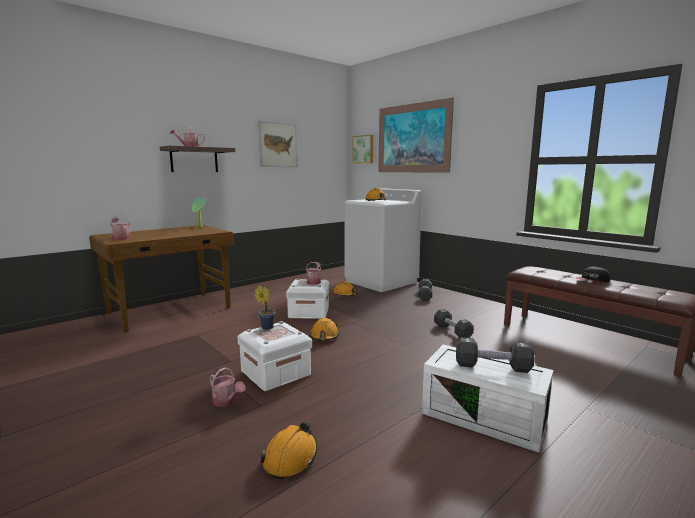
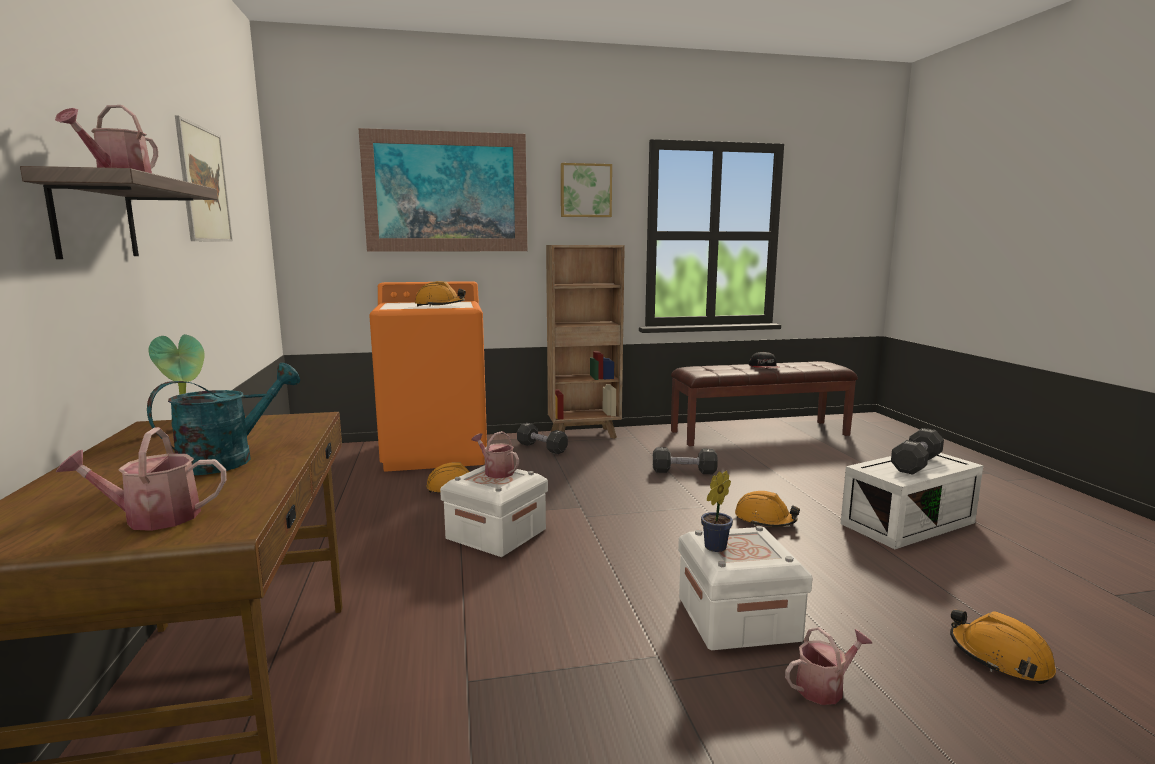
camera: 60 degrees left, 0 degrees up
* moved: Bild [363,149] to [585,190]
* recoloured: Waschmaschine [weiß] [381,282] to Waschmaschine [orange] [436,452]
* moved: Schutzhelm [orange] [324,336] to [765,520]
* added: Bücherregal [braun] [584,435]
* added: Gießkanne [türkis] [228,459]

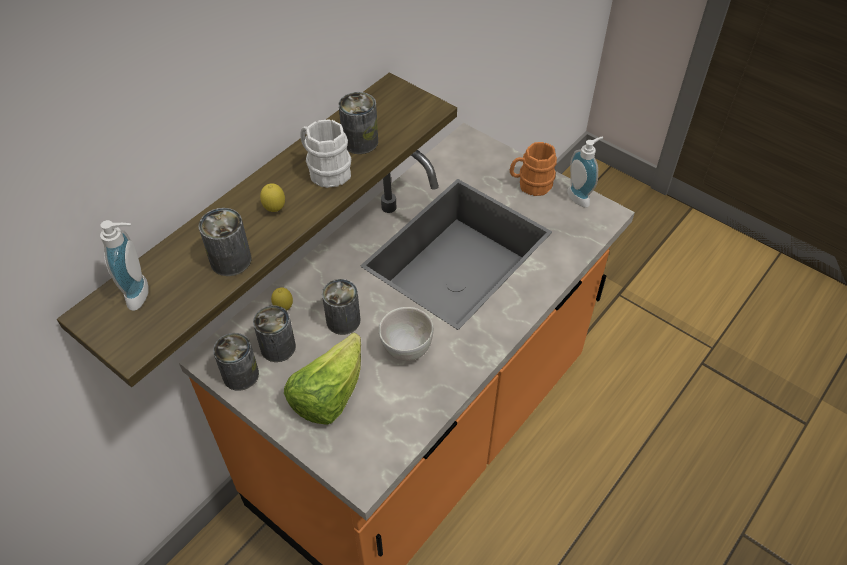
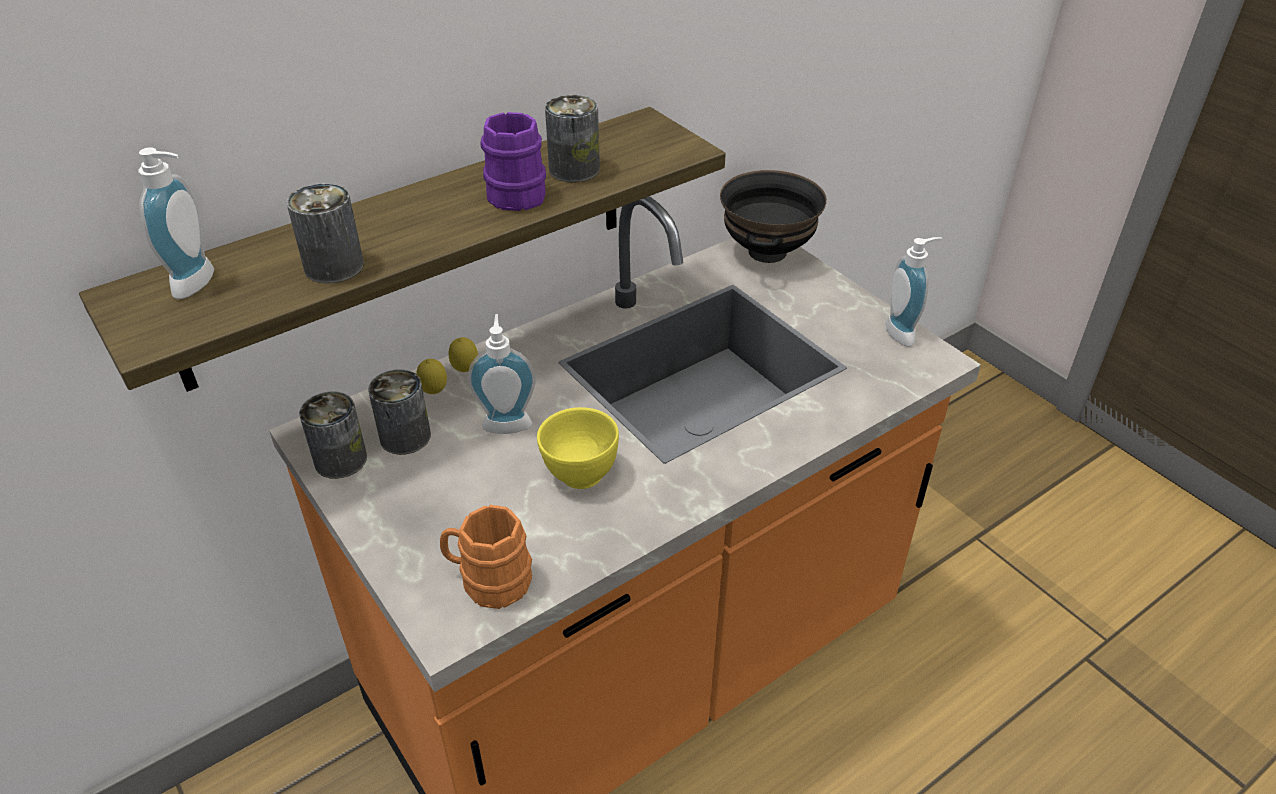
camera: 15 degrees right, 10 degrees down
* recoloured: Henkelbecher [weiß] [325,170] to Henkelbecher [lila] [511,192]
* moved: Henkelbecher [orange] [530,184] to [488,581]
* moved: Zitrone [275,210] to [465,371]
* replaced: Dose [343,320] to Seifenspender [507,421]
* recoloured: Schüssel [weiß] [406,350] to Schüssel [gelb] [579,474]
* removed: Salatkopf [329,395]
* added: Schüssel [schwarz] [766,252]

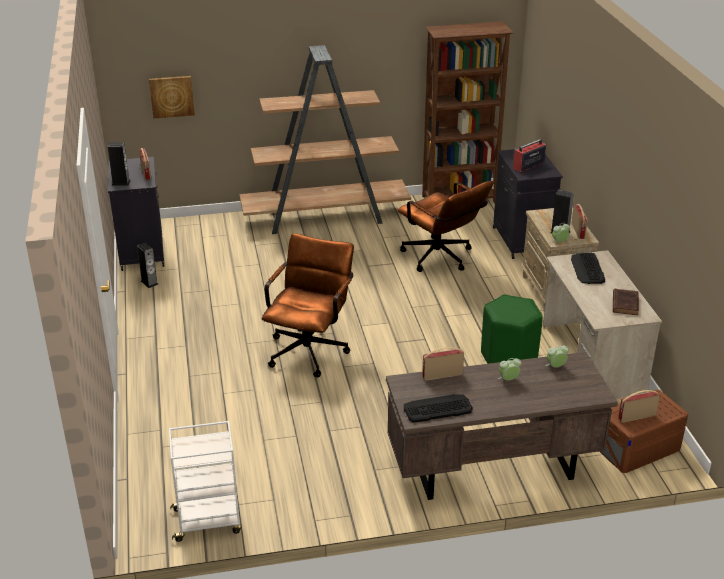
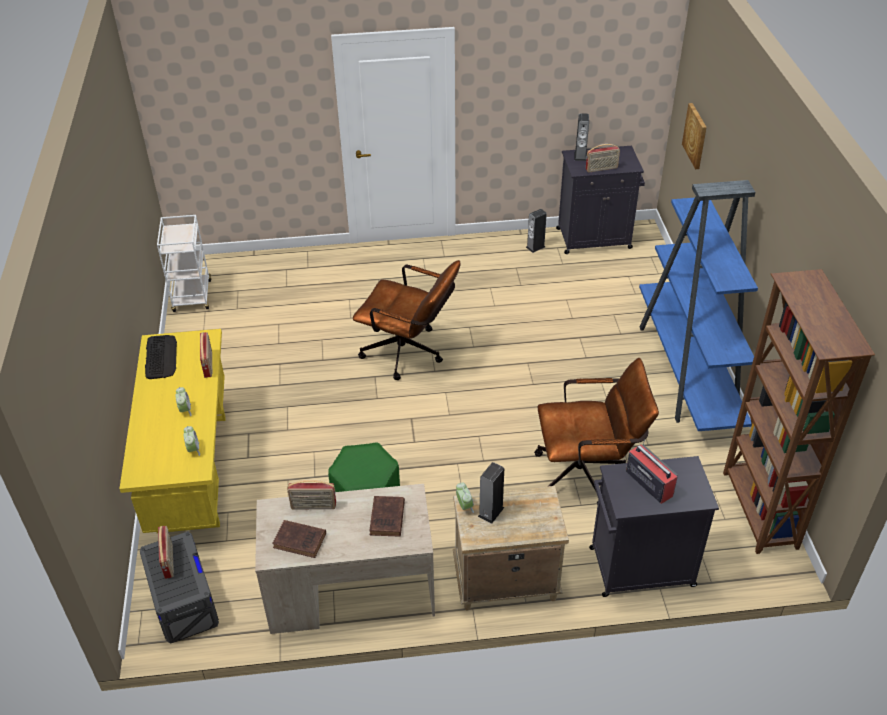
camera: 95 degrees right, 10 degrees up
* recoloured: Bücherregal [braun] [325,217] to Bücherregal [blau] [687,371]
* turned: Bürostuhl [braun] [441,259] = [588,473] 150 degrees counterclockwise
* moved: Radio [578,231] to [313,506]
* replaced: Tastatur [587,269] to Buch [braun] [387,519]
* recoloured: Schreibtisch [braun] [491,469] to Schreibtisch [gelb] [192,471]
* recoloured: Aufbewahrungsbox [braun] [637,448] to Aufbewahrungsbox [grau] [183,601]

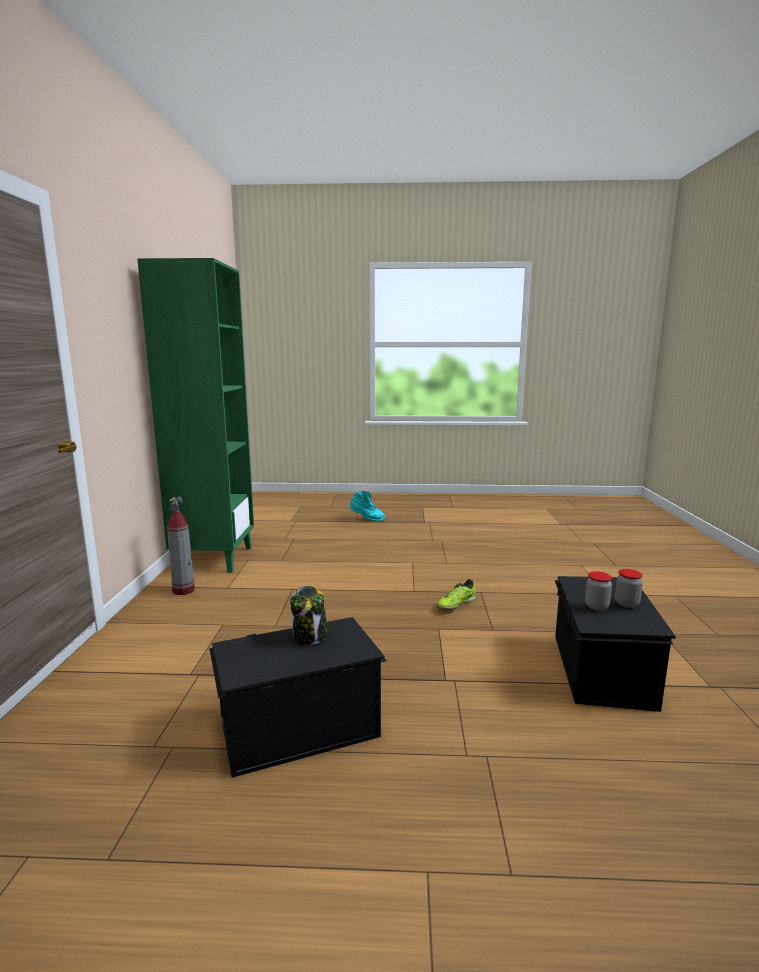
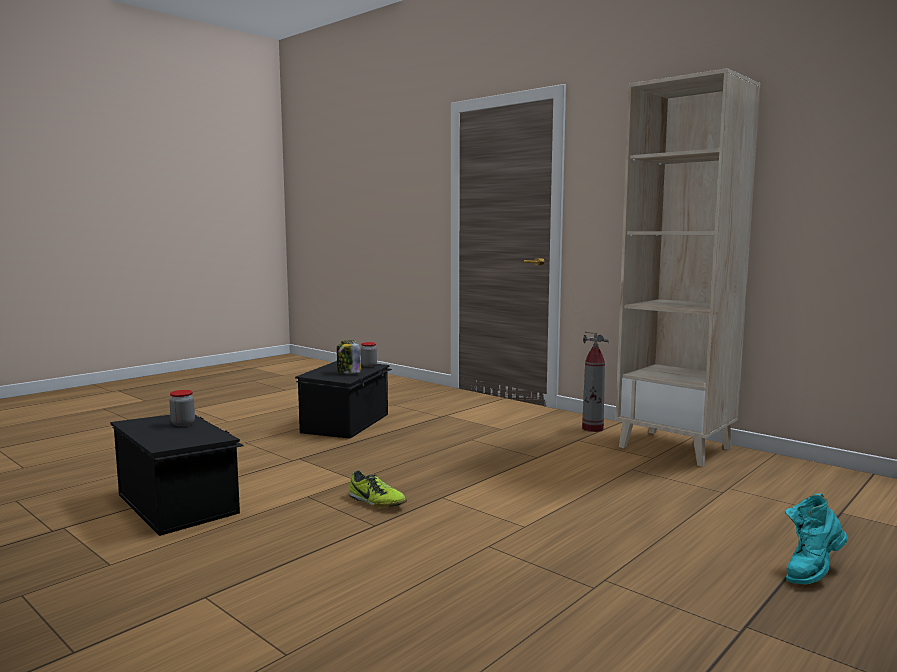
camera: 130 degrees right, 5 degrees down
* recoloured: Bücherregal [grün] [214,558] to Bücherregal [beige] [676,447]
* moved: Vorratsglas [626,603] to [369,365]
* turned: Schuh [456,604] = [376,502] 135 degrees clockwise

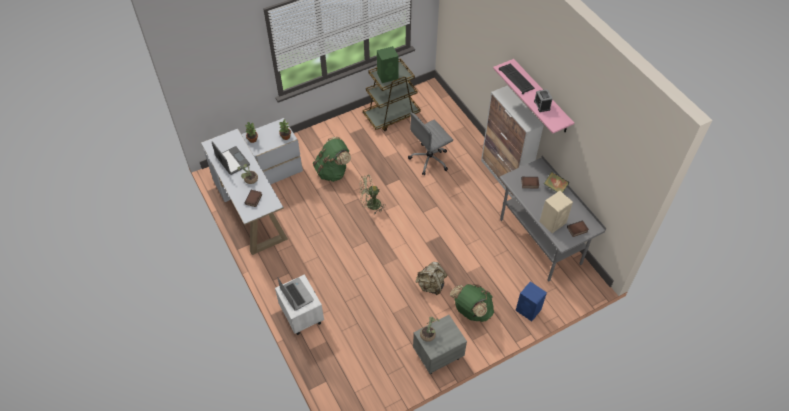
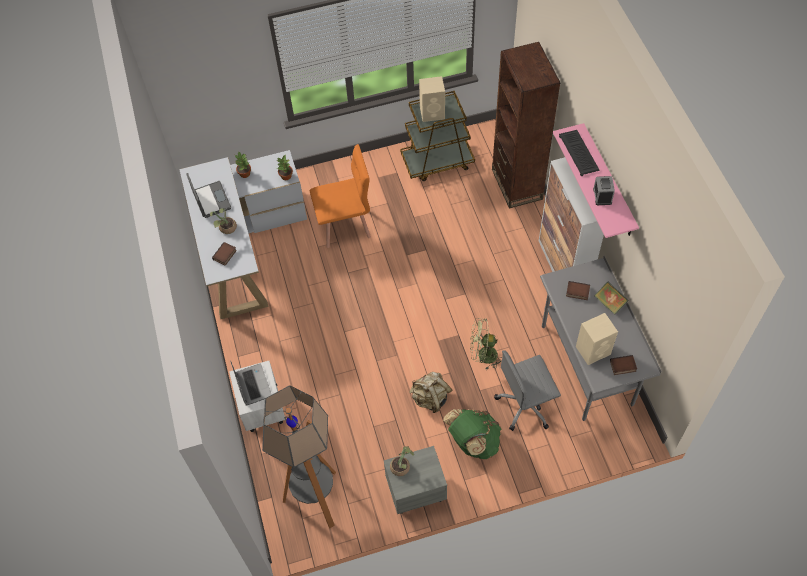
camera: 15 degrees right, 5 degrees up
* recoloured: Lautsprecher [grün] [388,76] to Lautsprecher [beige] [433,113]
* moved: Bürostuhl [grau] [430,159] to [526,405]
* replaced: Rucksack [grün] [333,171] to Stuhl [orange] [344,226]
* moved: Ventilator [grün] [370,205] to [483,356]
* removed: Lautsprecher [blau] [528,310]
* added: Bücherregal [braun] [516,184]
* added: Stehlampe [316,498]

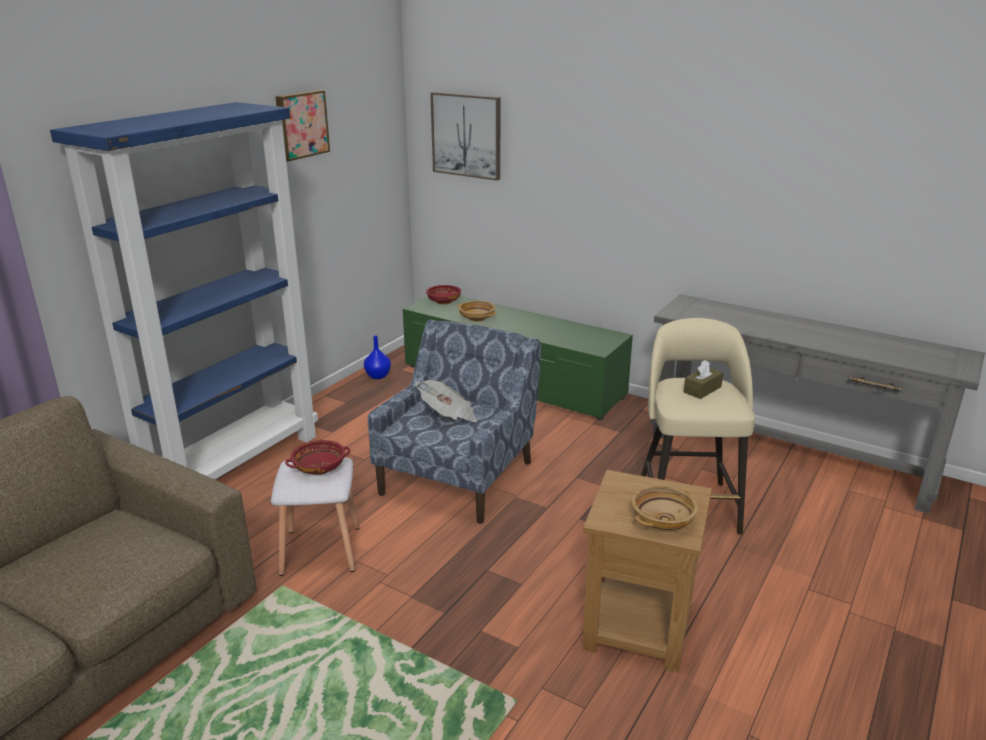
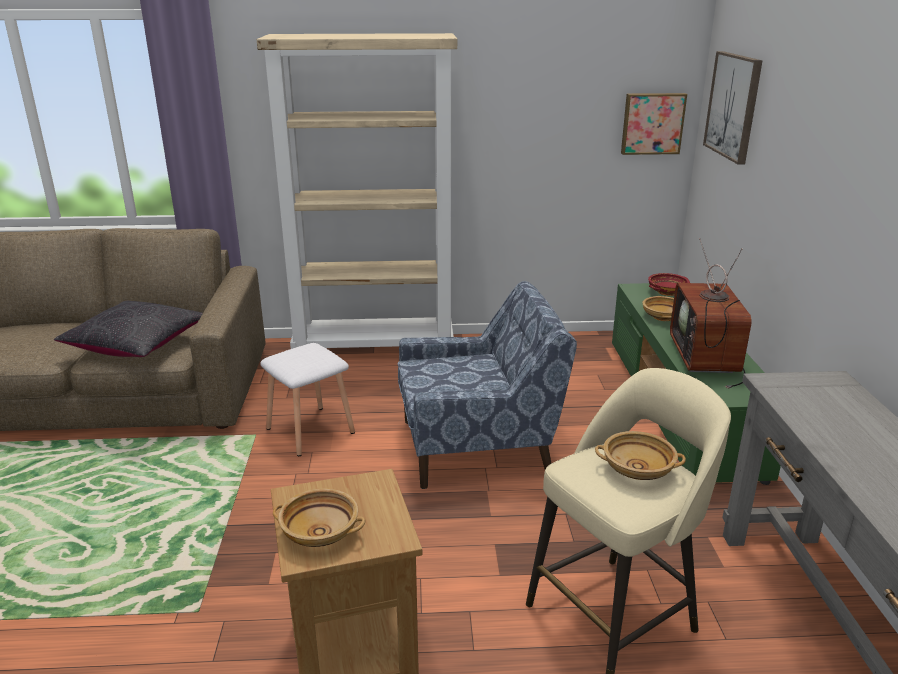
camera: 55 degrees right, 0 degrees up
* moved: Bild [301,124] to [652,123]
* recoloured: Bücherregal [blau] [234,465] to Bücherregal [beige] [375,350]
* removed: Vase [blau] [378,376]
* replaced: Taschentuchbox [braun] [702,389] to Schüssel [beige] [637,470]
* removed: Zeitung [448,416]
* removed: Schüssel [rot] [319,467]
* added: Fernseher [707,359]
* added: Kissen [schwarz] [136,344]

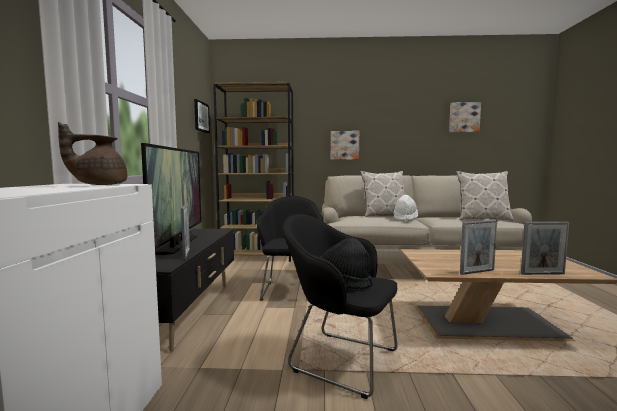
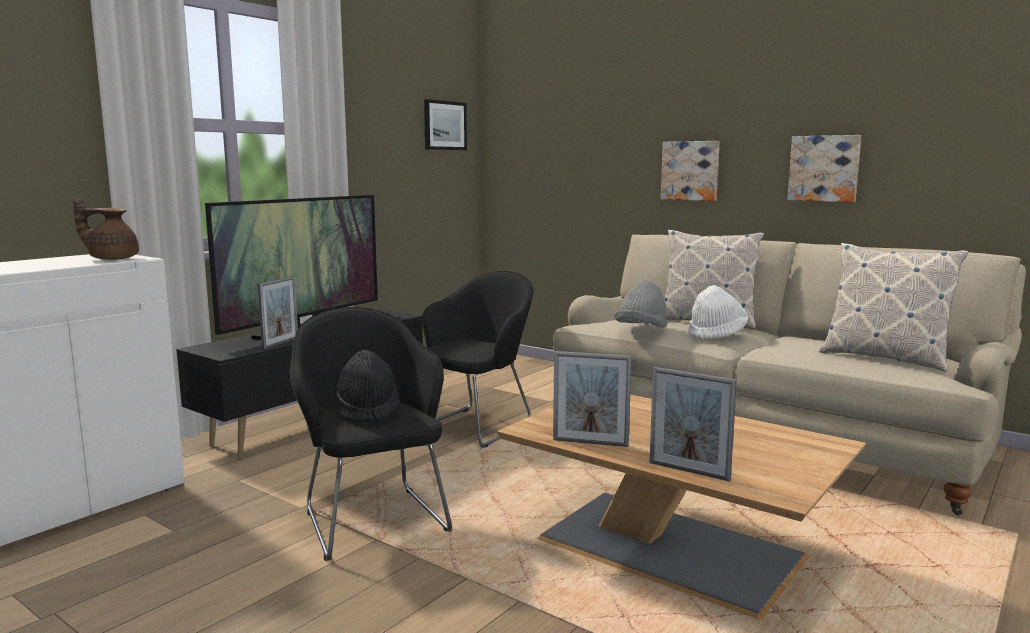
camera: 35 degrees right, 5 degrees up
* removed: Bücherregal [braun] [258,256]
* moved: Bild [464,117] to [824,168]
* added: Hut [grau] [641,330]

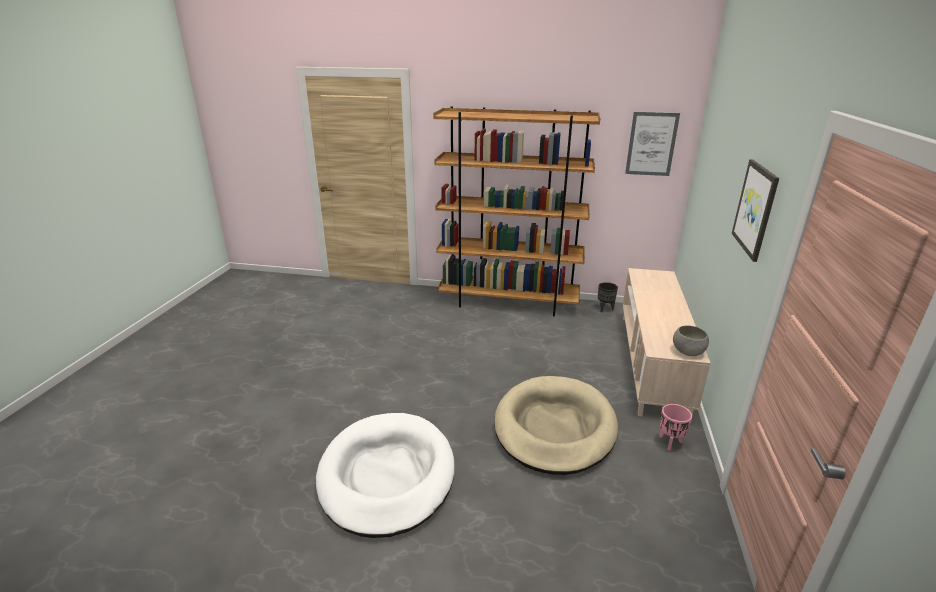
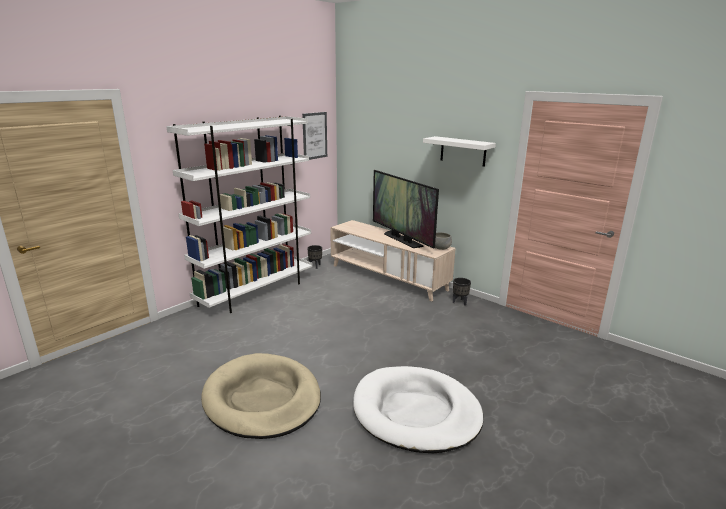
camera: 60 degrees left, 5 degrees down
* recoloured: Bücherregal [braun] [508,303] to Bücherregal [weiß] [256,292]
* replaced: Bild [756,209] to Wandregal [weiß] [463,151]
* moved: Hundebett [beige] [554,428] to [262,399]
* recoloured: Pflanzkübel [rosa] [670,442] to Pflanzkübel [schwarz] [460,302]
* added: Fernseher [402,240]

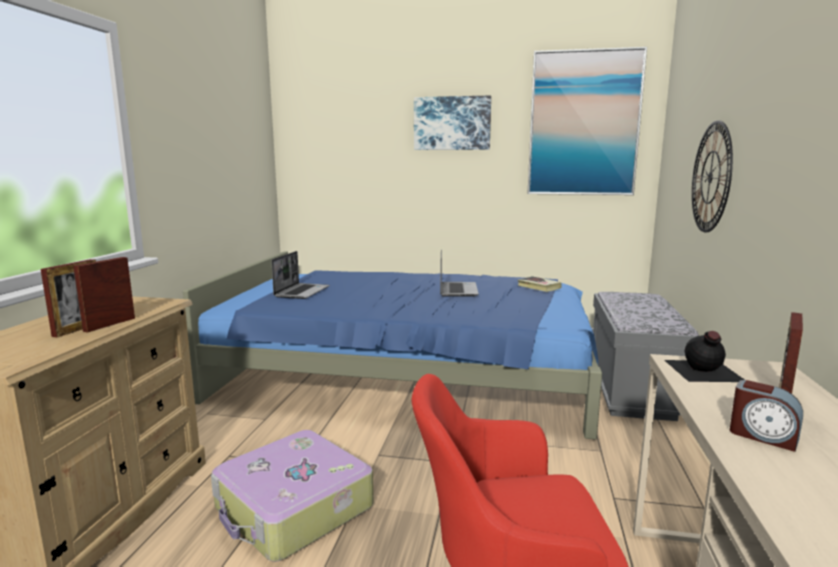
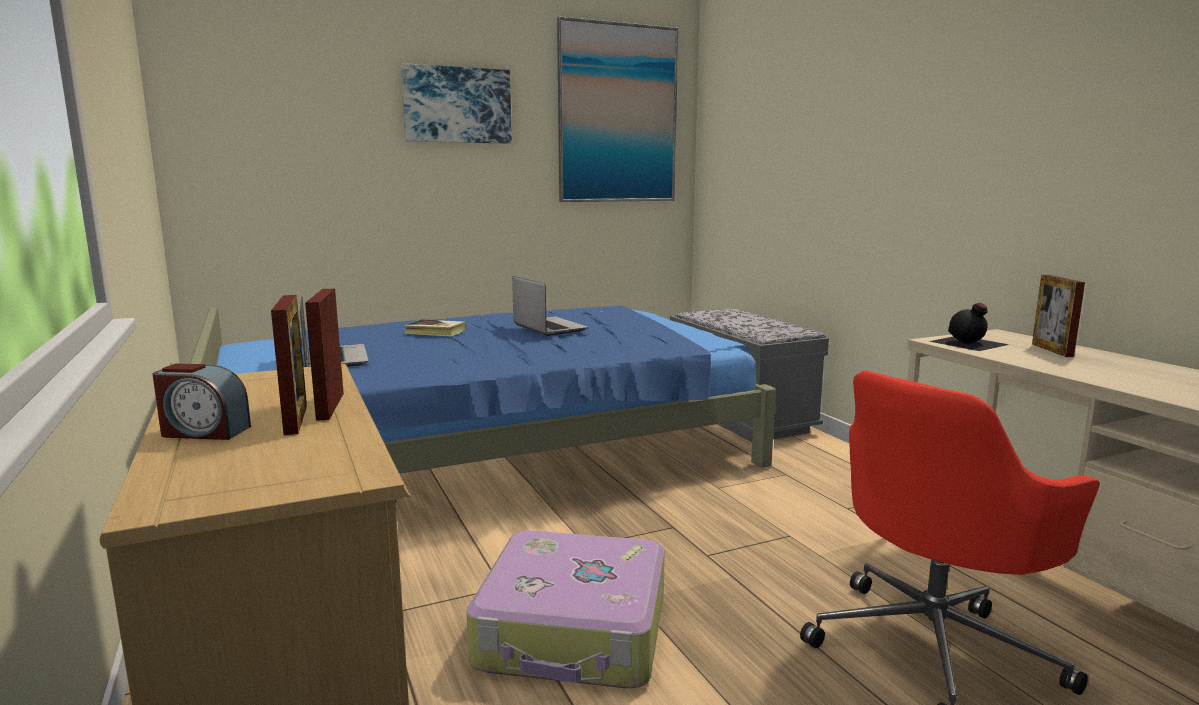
camera: 35 degrees left, 0 degrees up
* removed: Wanduhr [710,177]
* moved: Buch [539,287] to [435,332]
* moved: Wecker [763,436] to [204,432]

